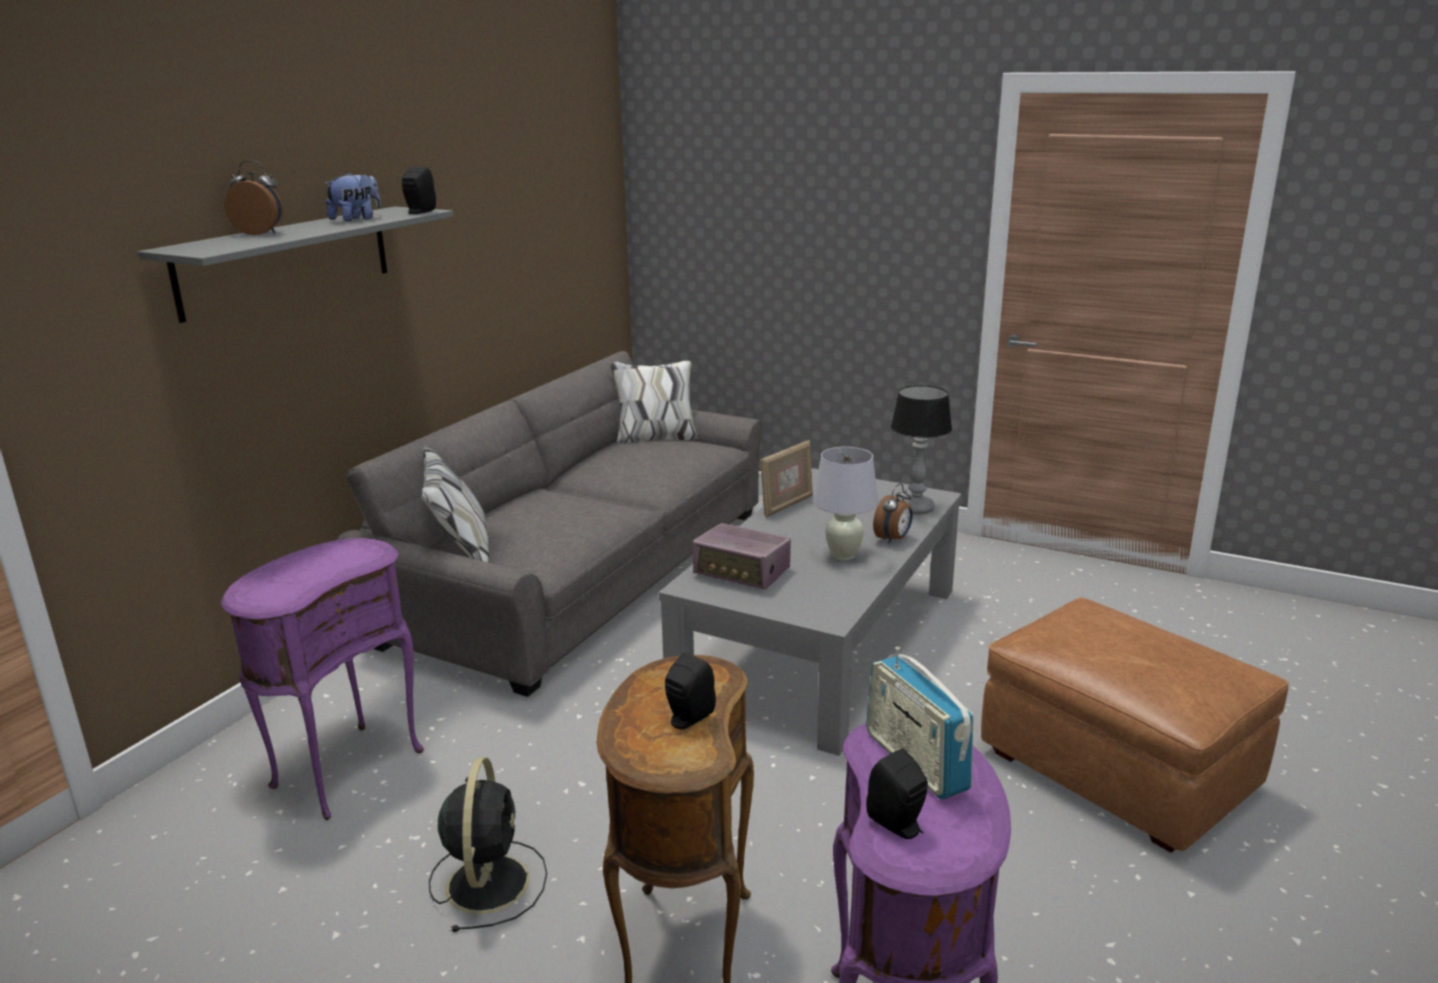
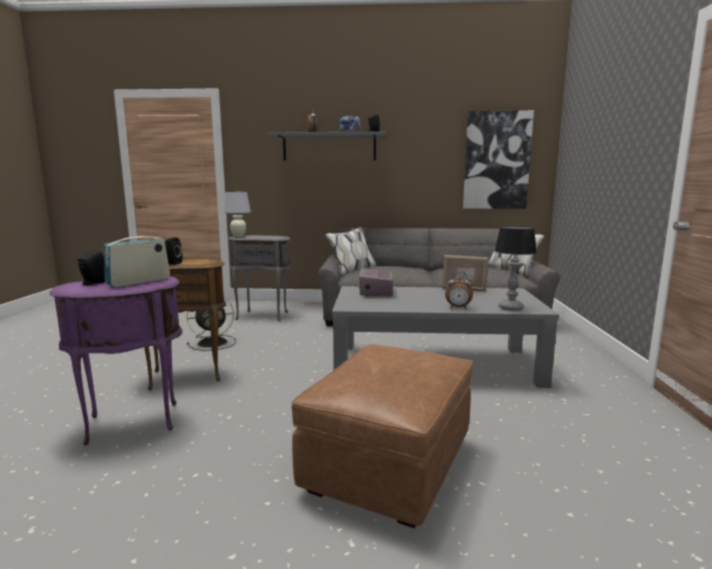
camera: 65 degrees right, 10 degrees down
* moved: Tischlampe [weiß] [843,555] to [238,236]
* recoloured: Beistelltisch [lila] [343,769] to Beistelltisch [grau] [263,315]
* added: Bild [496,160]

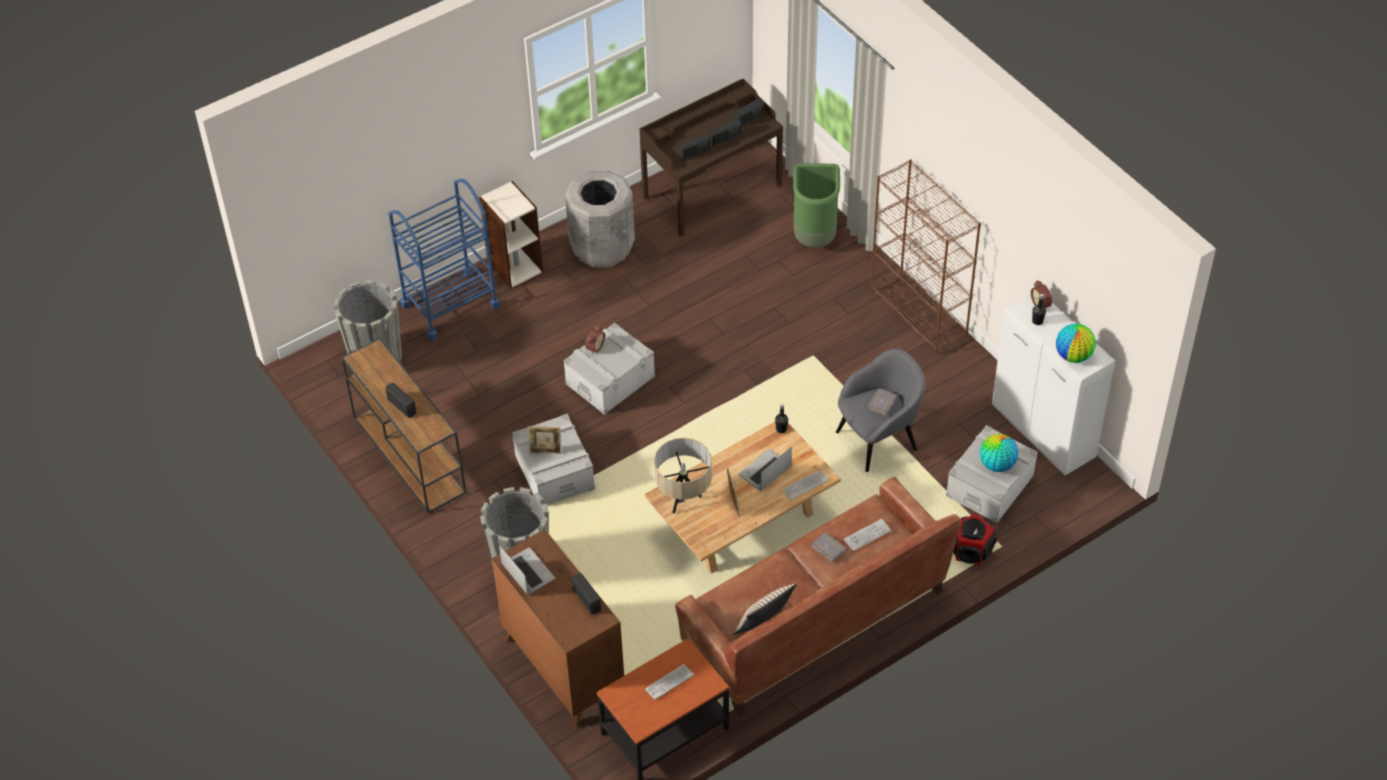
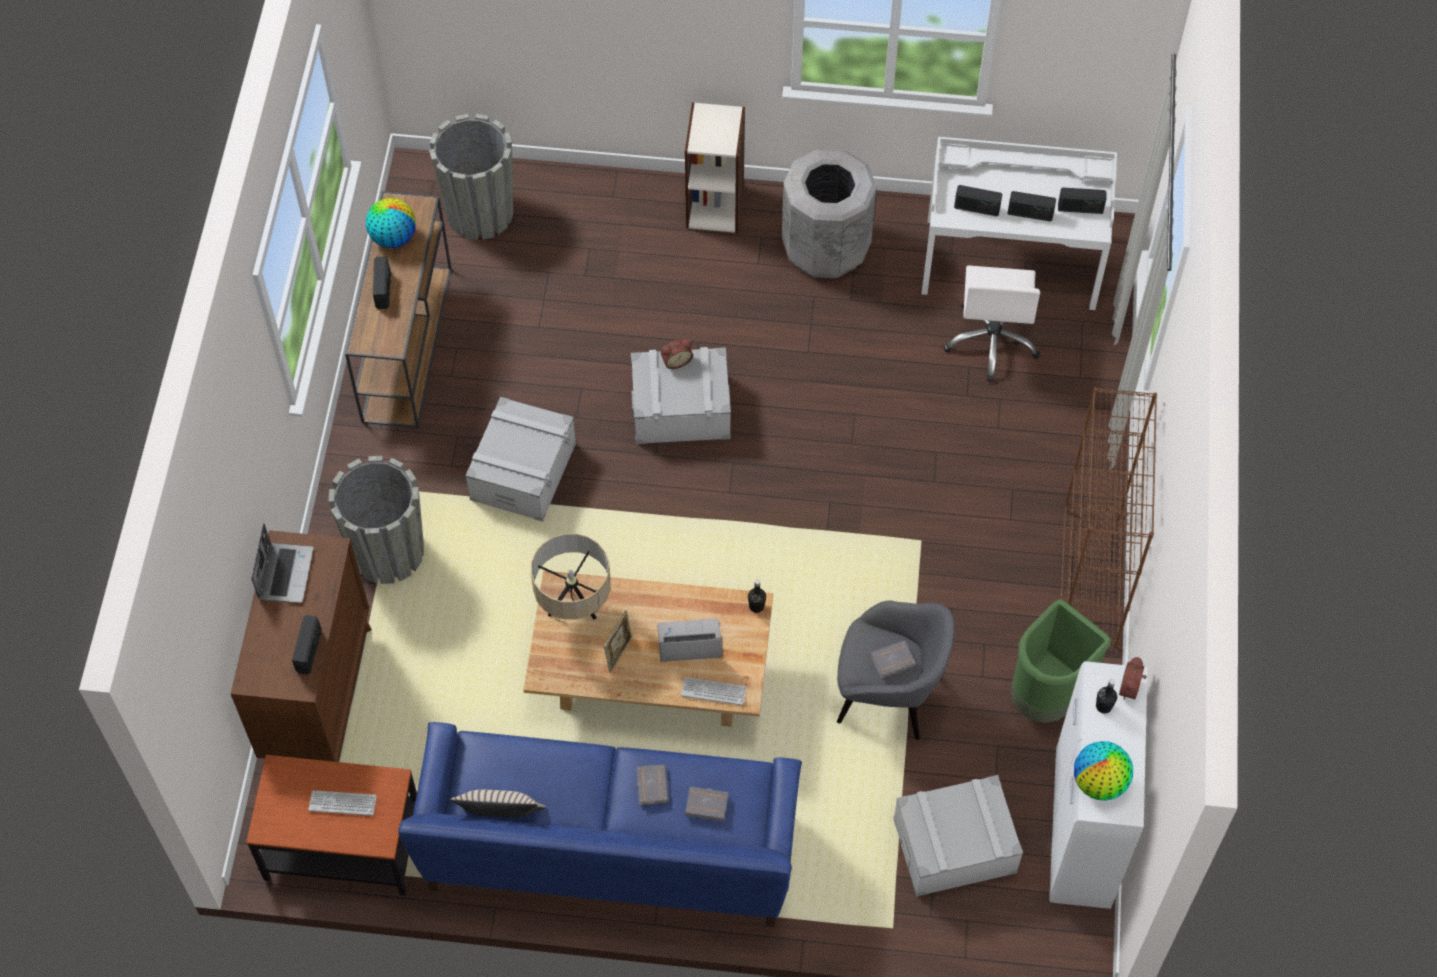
camera: 40 degrees right, 10 degrees up
* recoloured: Schreibtisch [braun] [711,190] to Schreibtisch [weiß] [1010,262]
* moved: Mülleimer [grün] [815,237] to [1048,696]
* removed: Rollwagen [blau] [450,305]
* removed: Bilderrahmen [546,452]
* moved: Globus [997,464] to [393,237]
* recoloured: Sofa [braun] [815,621] to Sofa [blau] [610,849]
* removed: Lautsprecher [971,549]
* replaced: Tastatur [867,535] to Buch [grau] [707,804]
* added: Bürostuhl [weiß] [992,341]

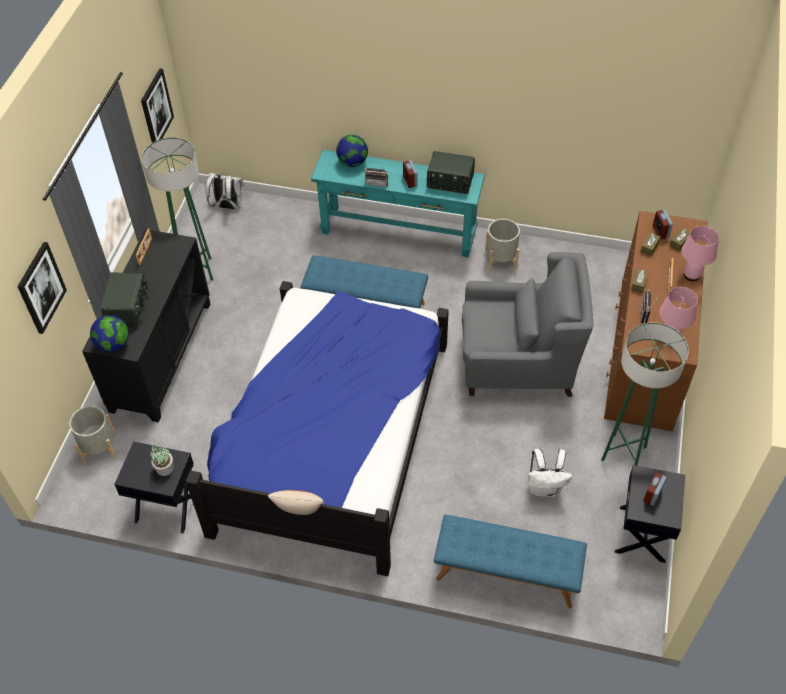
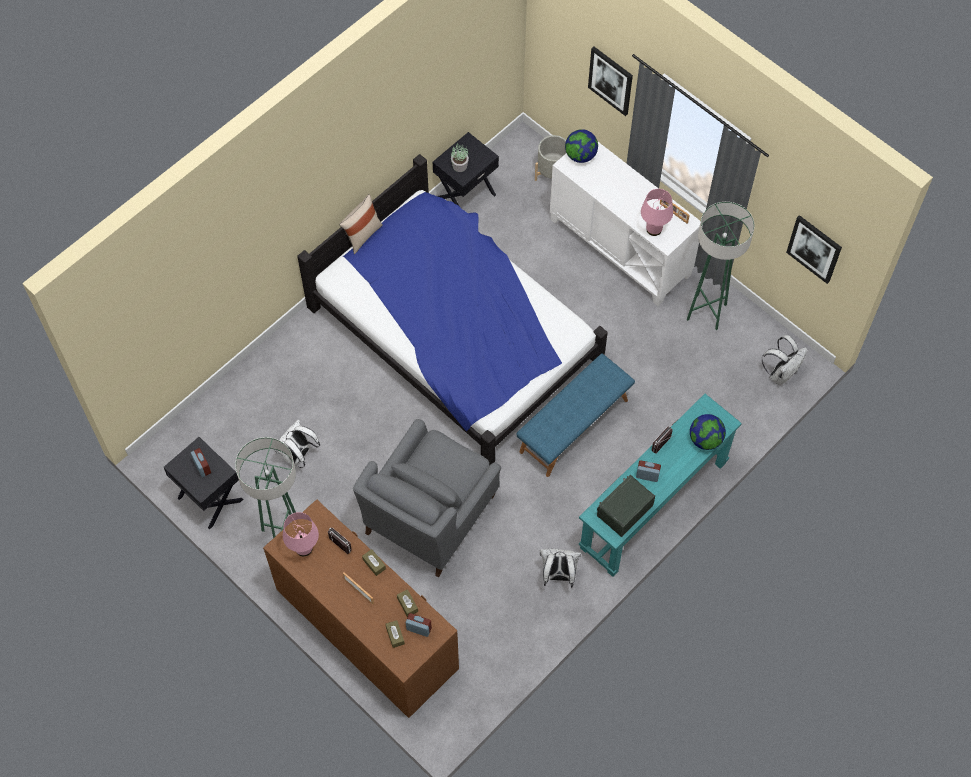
camera: 120 degrees right, 10 degrees up
* replaced: Pflanzkübel [grau] [500,259] to Rucksack [weiß] [558,575]
* moved: Tischlampe [rosa] [692,275] to [653,229]
* recoloured: Schrank [schwarz] [160,356] to Schrank [weiß] [620,247]
* removed: Radio [128,307]
* removed: Bank [blau] [506,574]

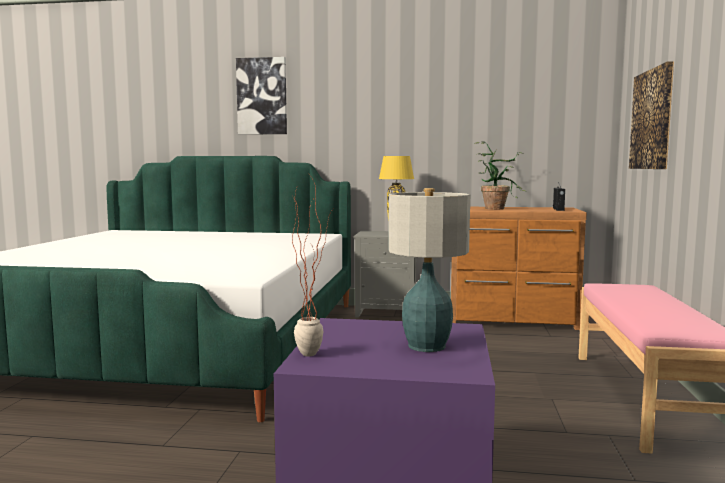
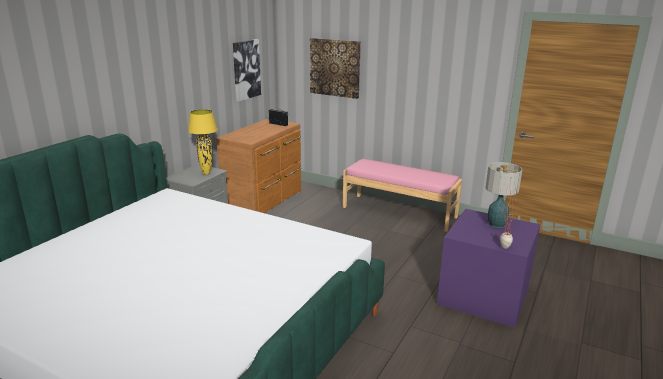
camera: 70 degrees left, 15 degrees up
* moved: Bild [262,96] to [246,69]
* removed: Topfpflanze [497,208]

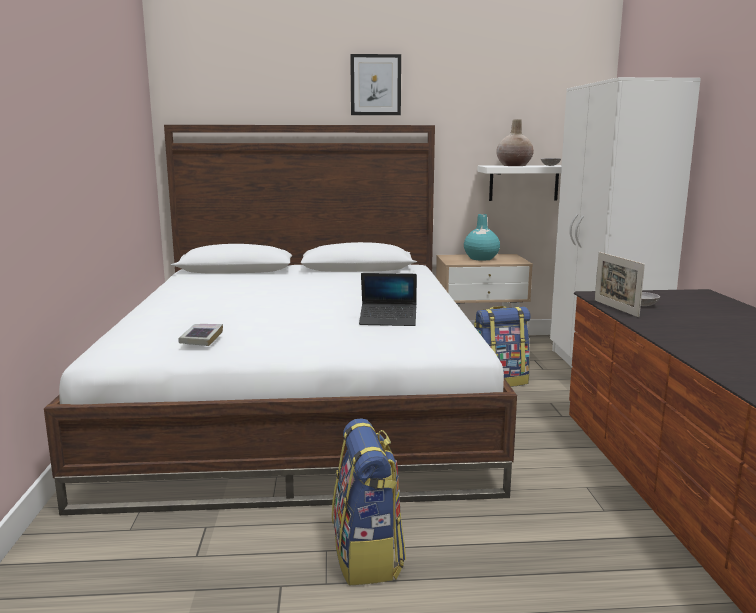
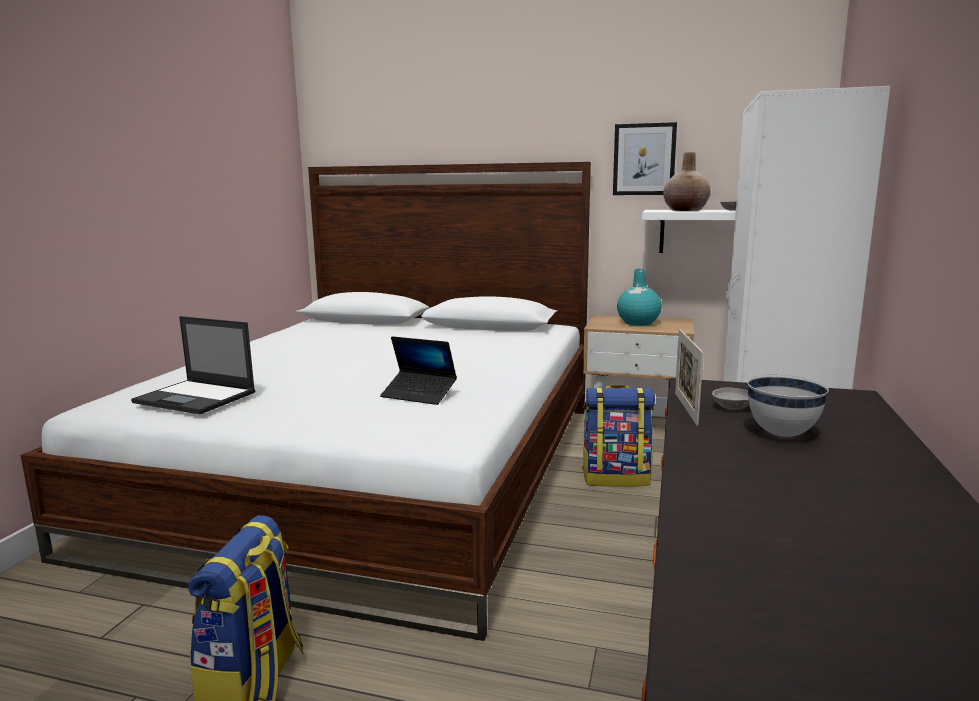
camera: 20 degrees right, 0 degrees up
* moved: Bild [375,85] to [644,159]
* replaced: Buch [201,338] to Laptop [196,397]
* added: Schüssel [weiß] [781,434]

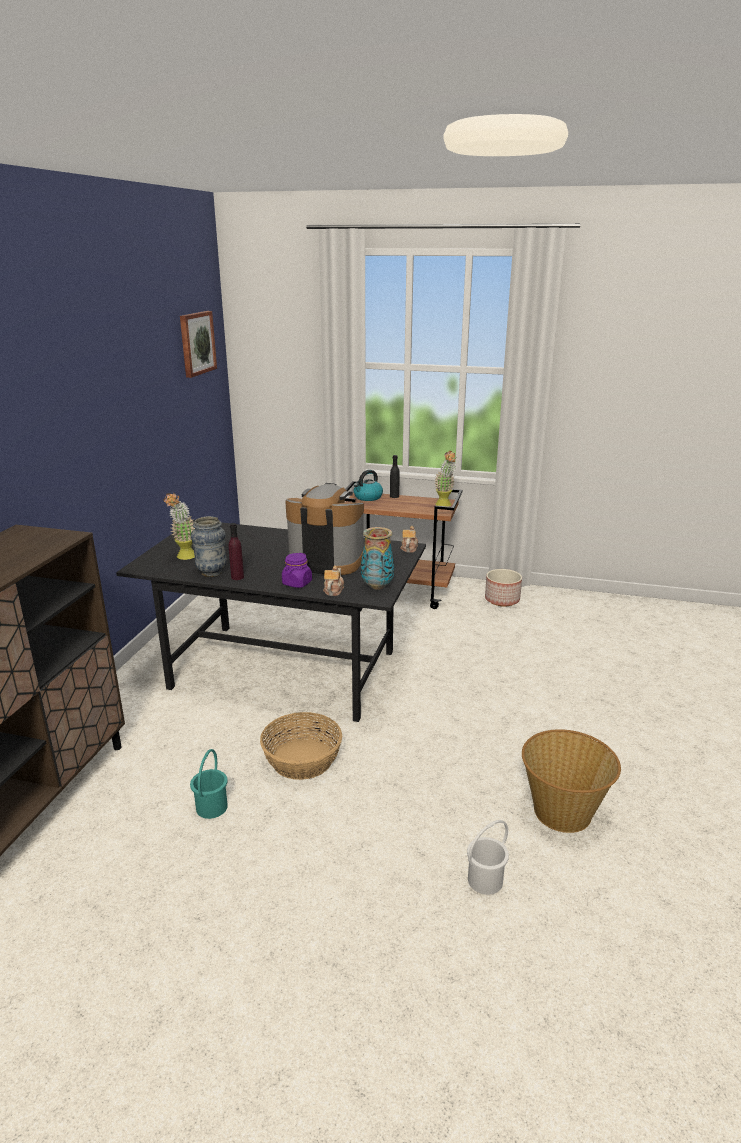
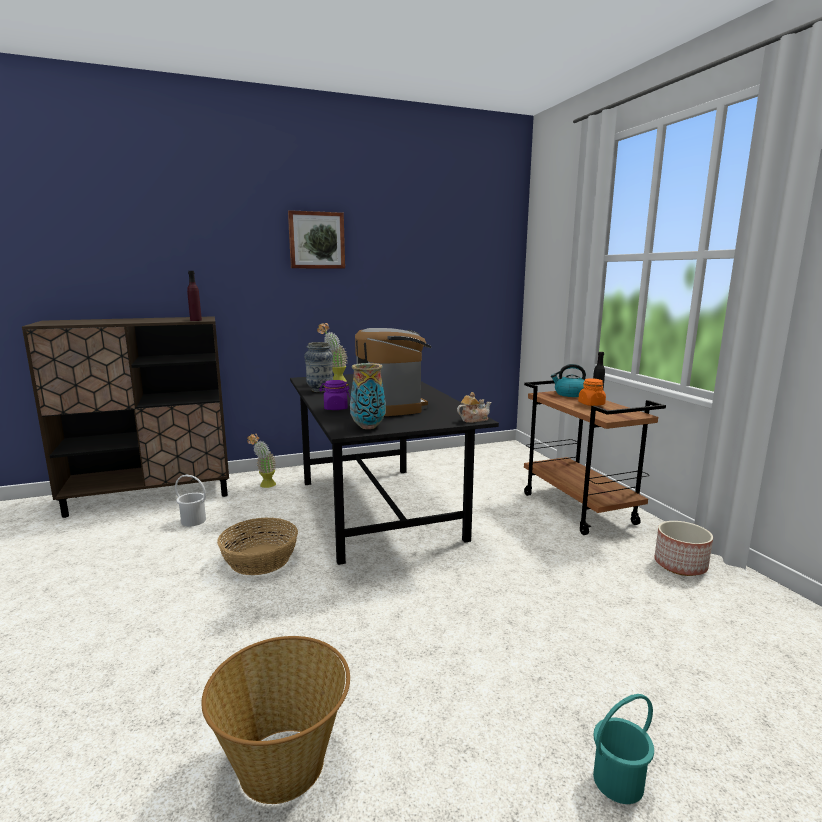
camera: 55 degrees right, 10 degrees down
* moved: Bild [196,343] to [316,240]
* moved: Topfpflanze [445,505] to [264,486]
* moved: Flasche [lila] [237,577] to [196,320]
* removed: Teekanne [333,590]
* moved: Eimer [türkis] [212,807] to [619,782]
* moved: Eimer [weiß] [484,880] to [193,520]
* added: Vorratsglas [orange] [591,404]

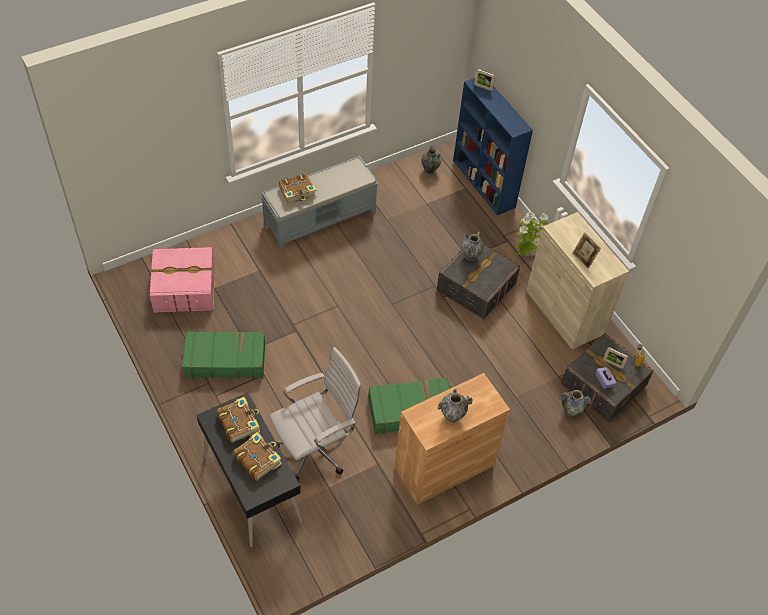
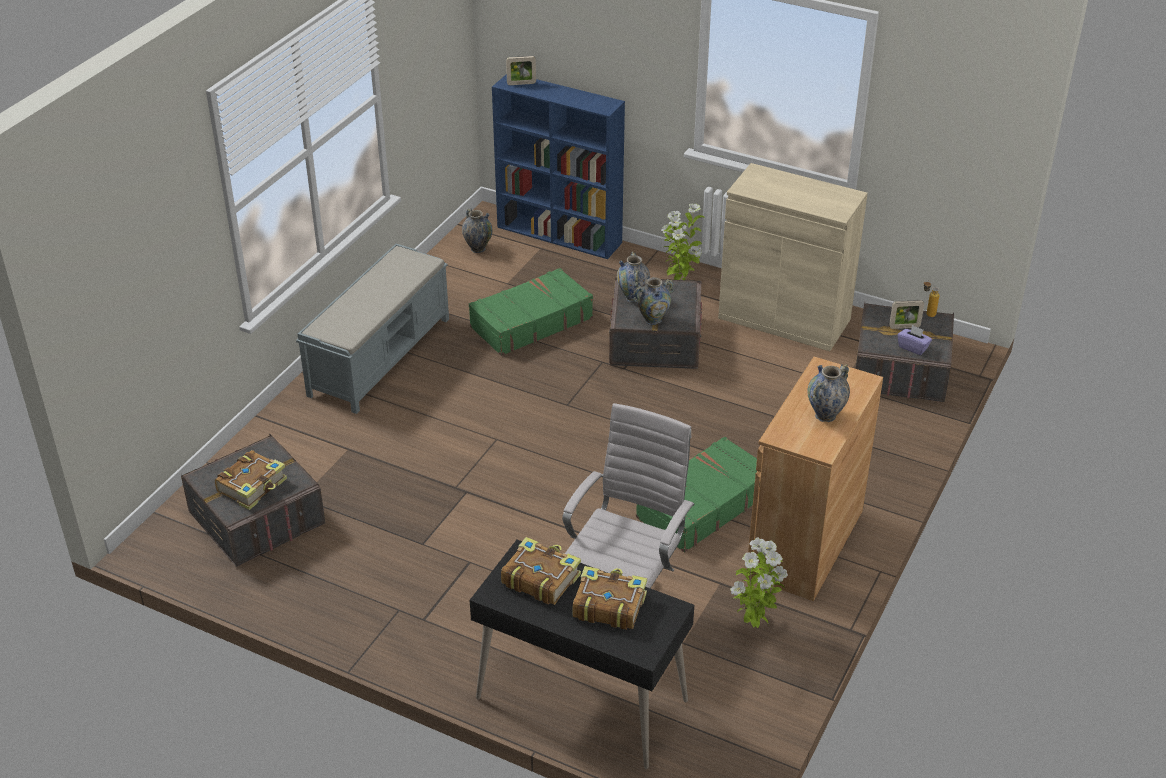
camera: 30 degrees left, 15 degrees down
* moved: Buch [298,193] to [253,486]
* removed: Bilderrahmen [583,259]
* recoloured: Aufbewahrungsbox [rosa] [184,288] to Aufbewahrungsbox [grau] [256,518]
* moved: Koffer [grün] [225,360] to [530,322]
* moved: Vase [570,411] to [653,320]
* added: Topfpflanze [753,624]

